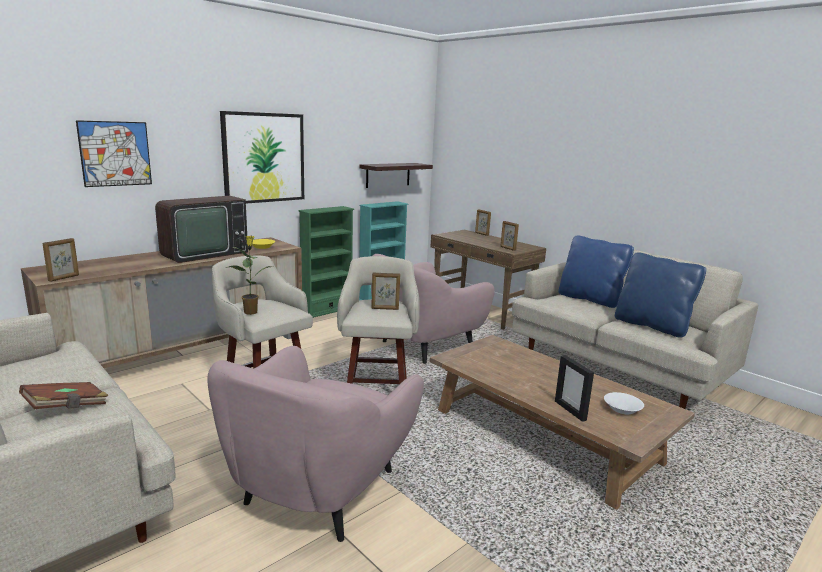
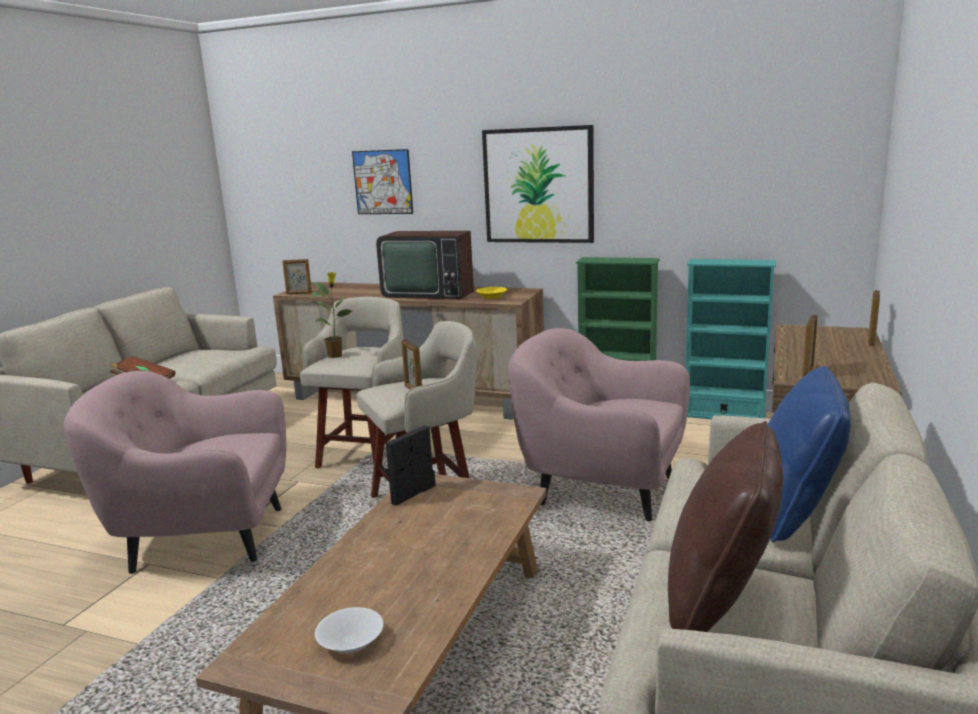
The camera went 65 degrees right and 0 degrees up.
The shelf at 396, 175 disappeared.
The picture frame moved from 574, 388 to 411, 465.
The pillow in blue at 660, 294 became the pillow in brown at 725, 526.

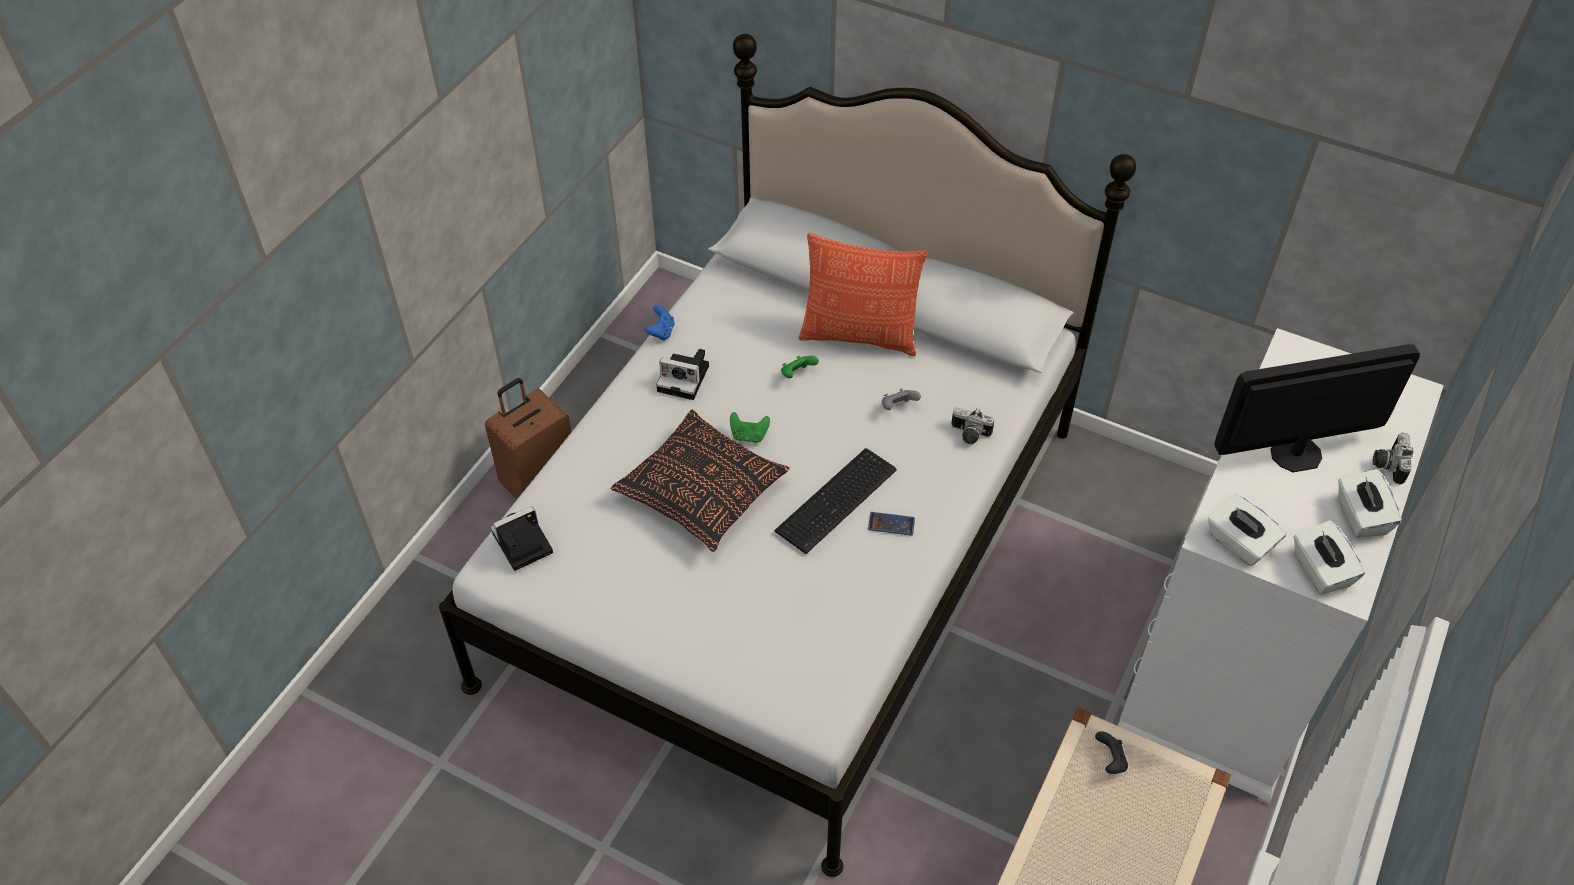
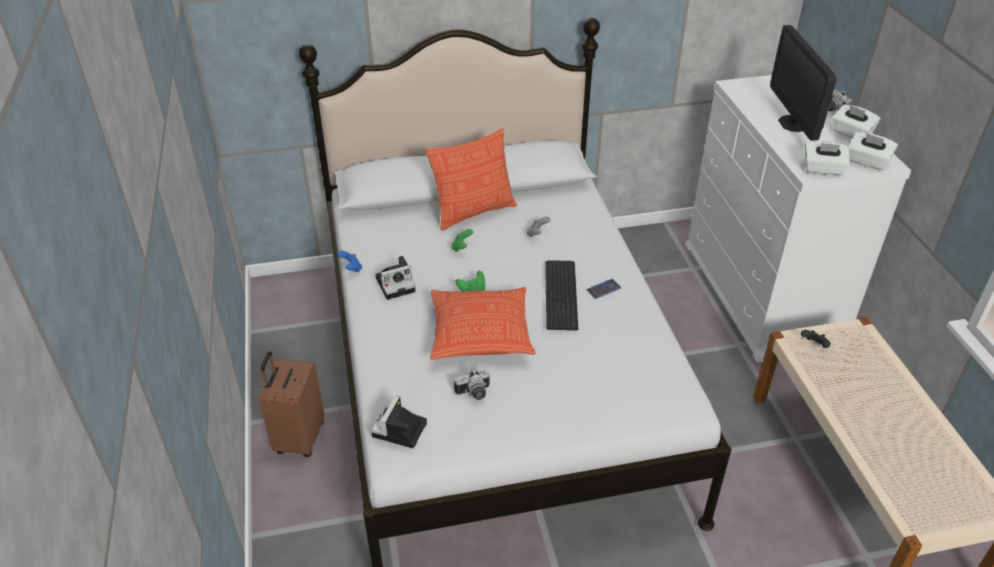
The camera went 40 degrees left and 10 degrees down.
The photo camera moved from 972, 425 to 472, 384.
The pillow in black at 700, 481 became the pillow in orange at 483, 323.
The monitor at 1317, 408 turned 45 degrees counterclockwise.

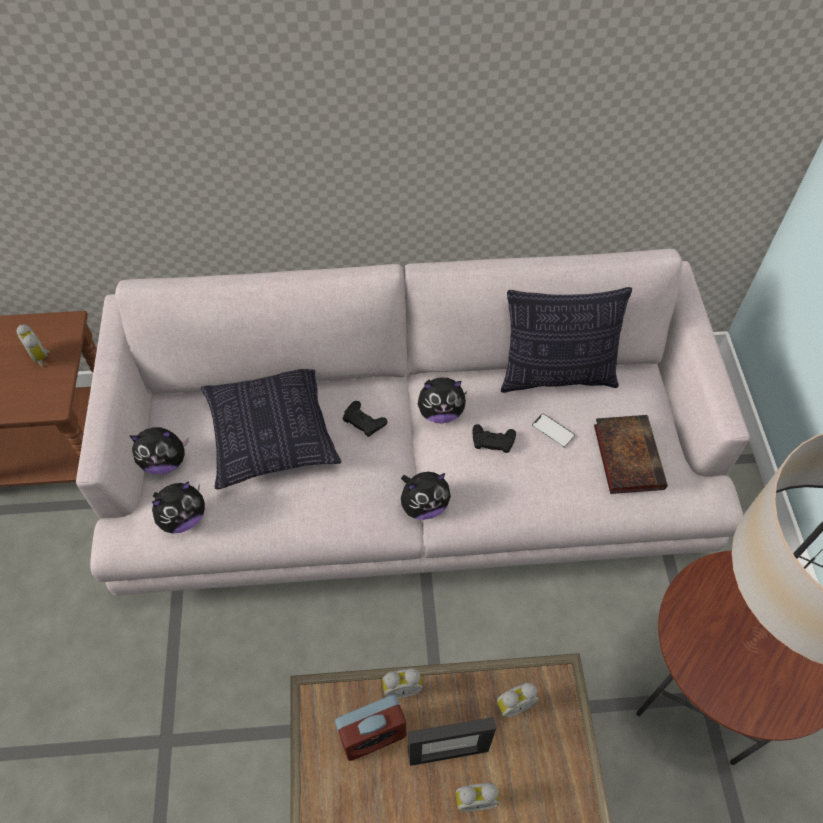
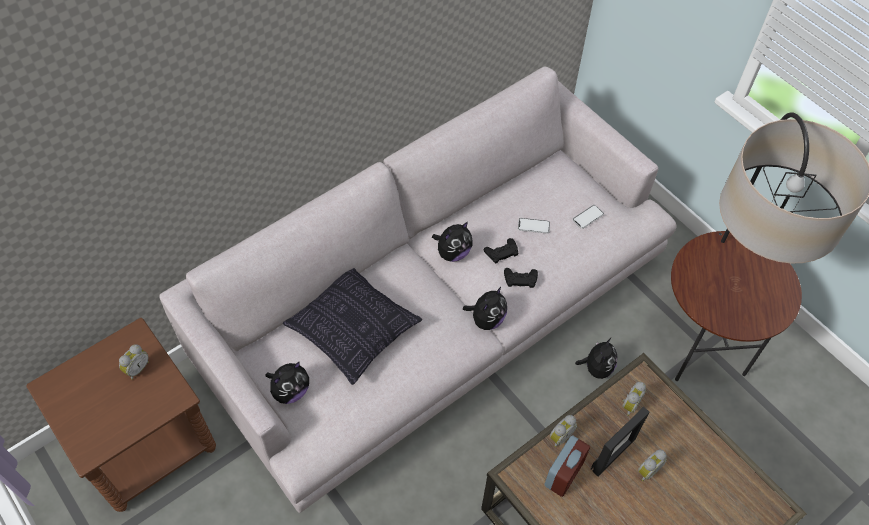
The camera went 35 degrees left and 0 degrees up.
The pillow at 566, 340 disappeared.
The plush toy moved from 178, 507 to 596, 358.
The game controller in black moved from 365, 419 to 521, 278.
The book at 631, 454 was replaced by the phone at 588, 217.
The alarm clock at 33, 345 turned 75 degrees counterclockwise.

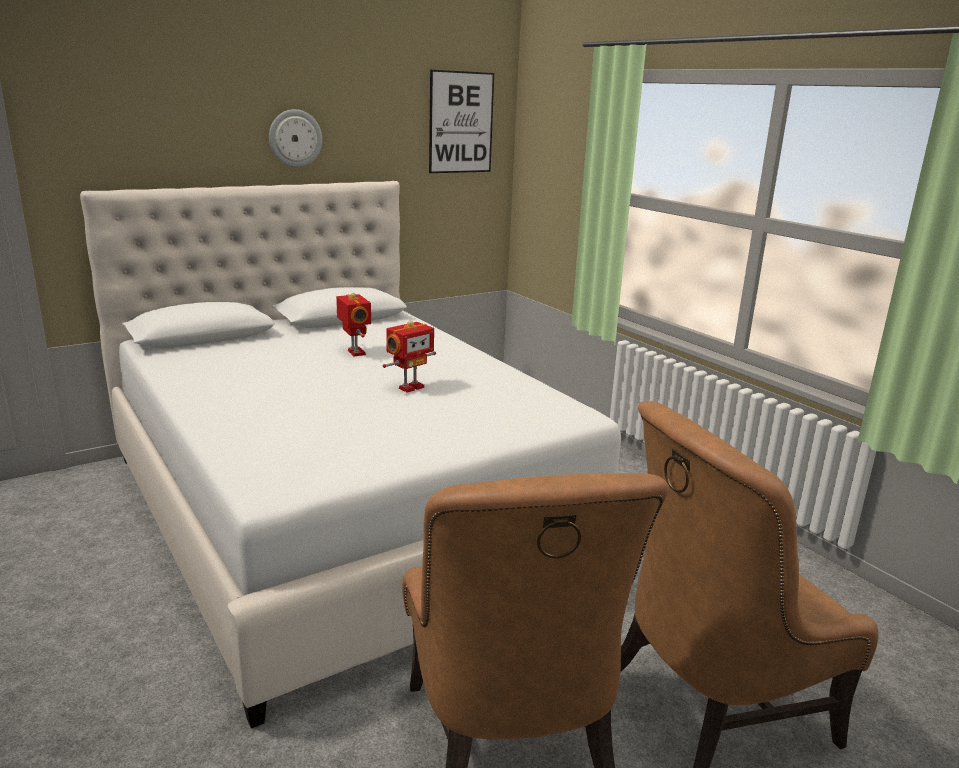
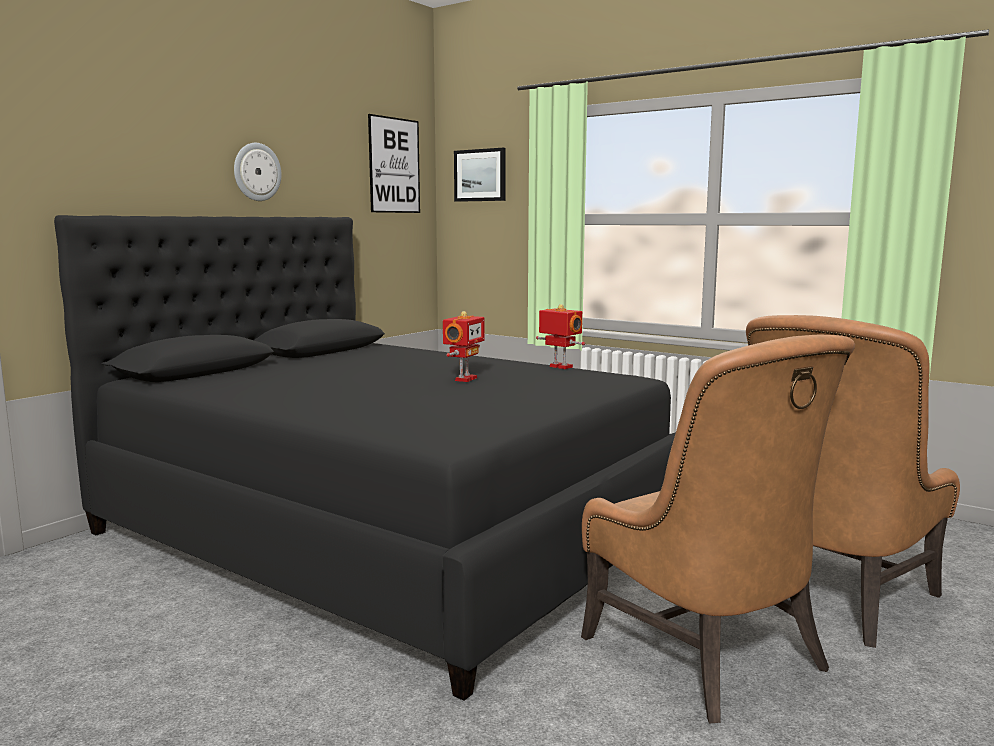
The camera went 20 degrees left and 10 degrees down.
The picture at 480, 175 appeared.
The toy robot moved from 353, 324 to 560, 336.
The bed in white at 350, 454 became the bed in black at 365, 458.

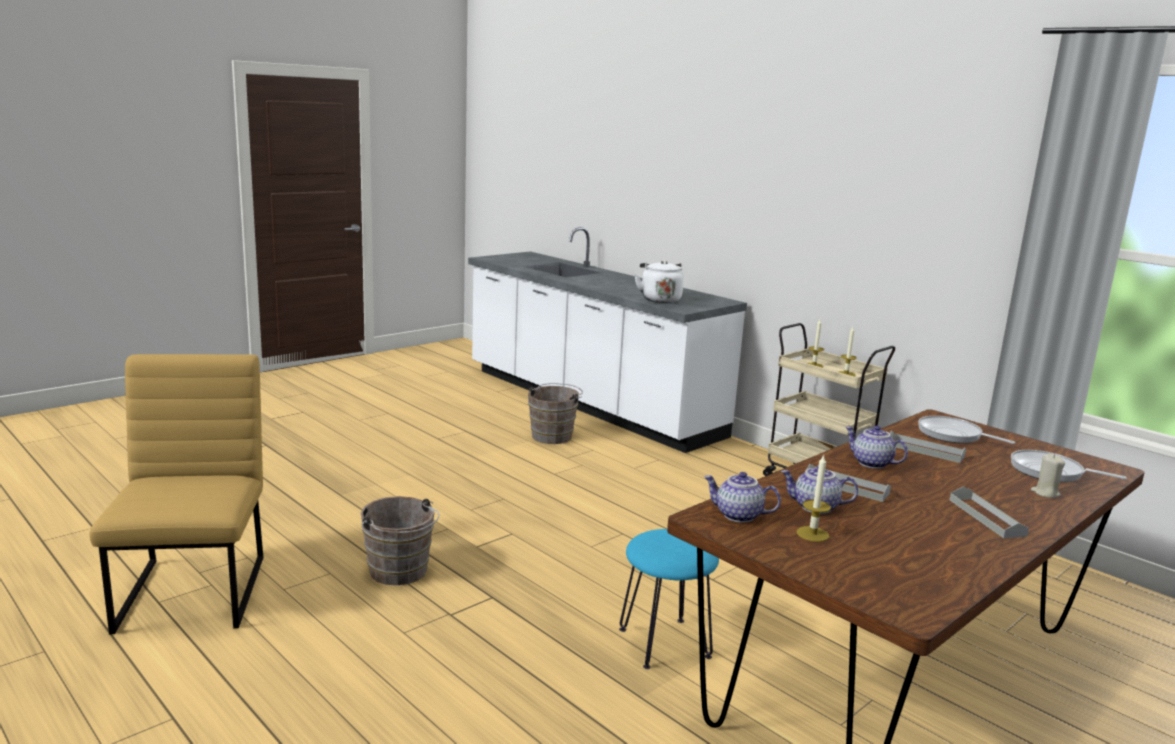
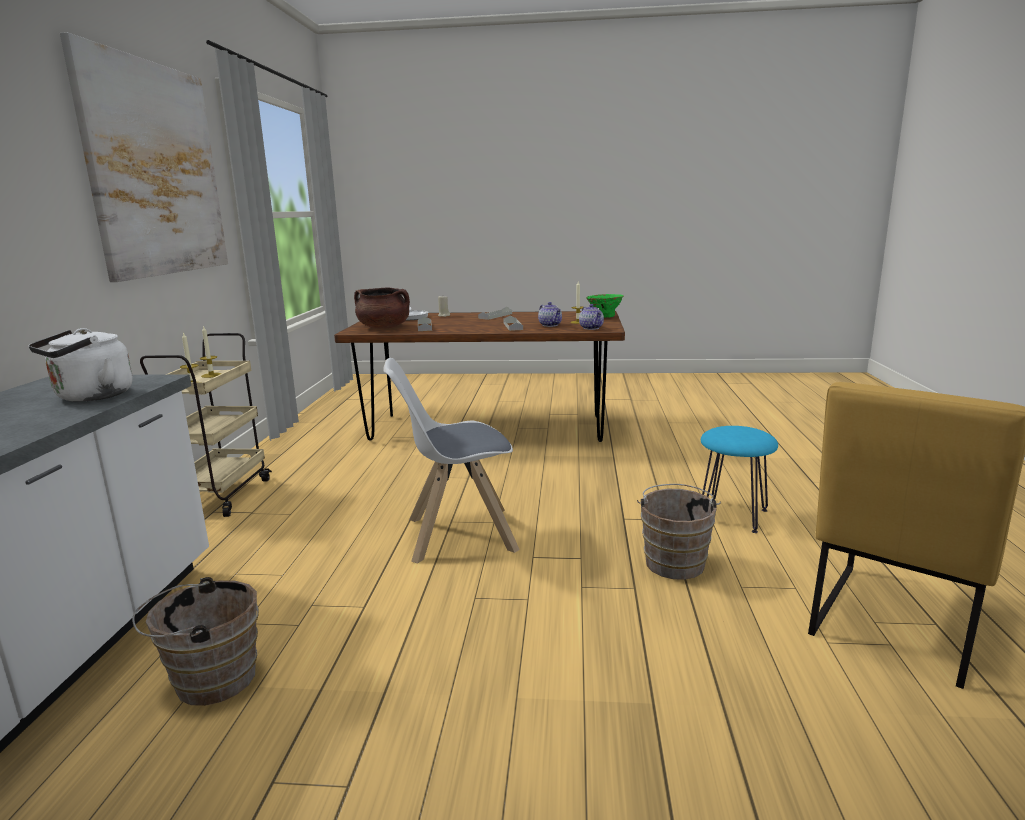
The camera went 130 degrees left and 0 degrees up.
The teapot at 876, 447 disappeared.
The picture at 144, 157 appeared.
The chair at 451, 460 appeared.
The vase in green at 605, 306 appeared.
The stool in turquoise moved from 669, 599 to 739, 479.
The frying pan at 966, 430 was replaced by the cooking pot in brown at 382, 308.

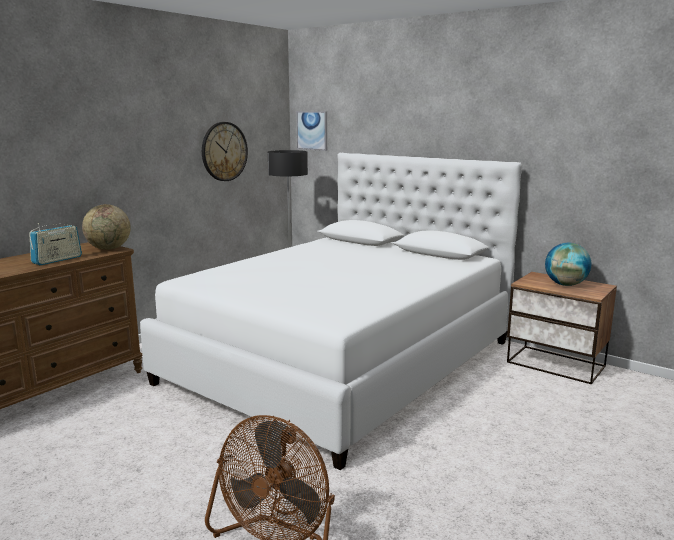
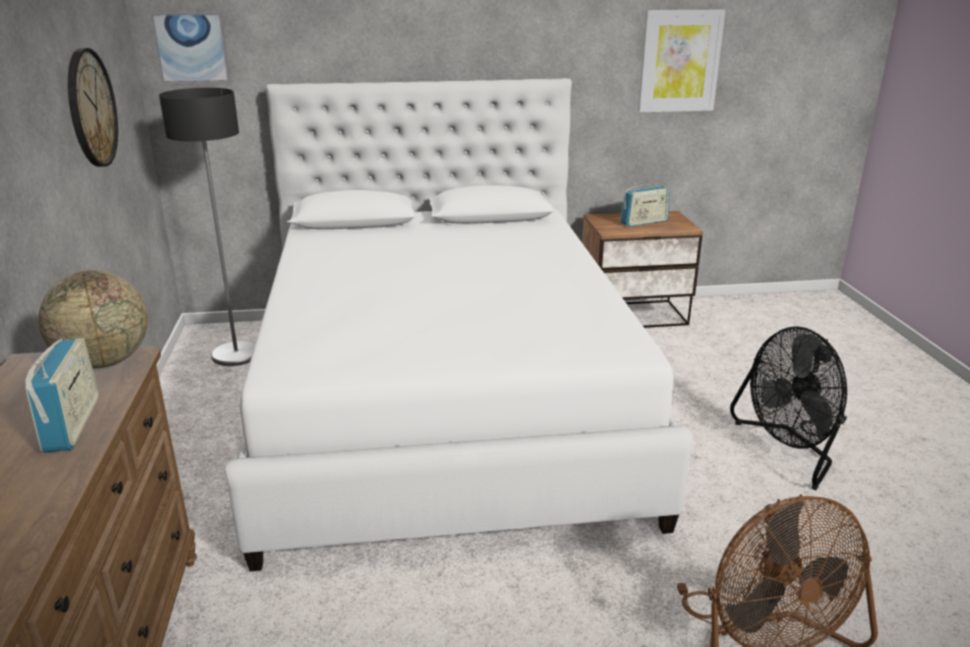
The camera went 45 degrees left and 10 degrees up.
The picture at 682, 60 appeared.
The fan in black at 788, 408 appeared.
The globe at 568, 264 was replaced by the radio at 645, 205.

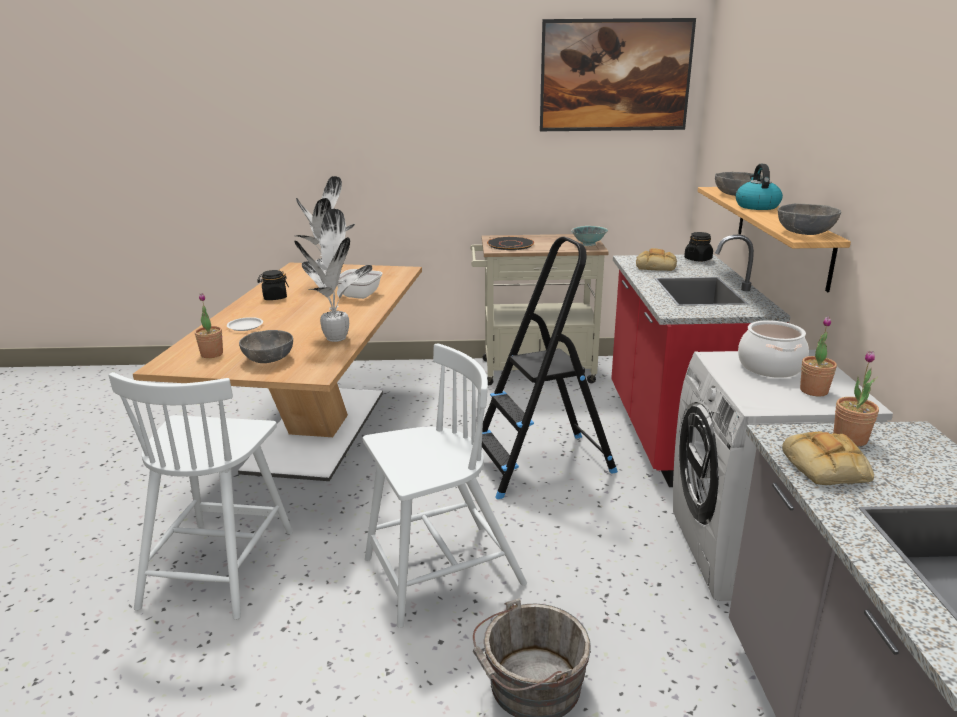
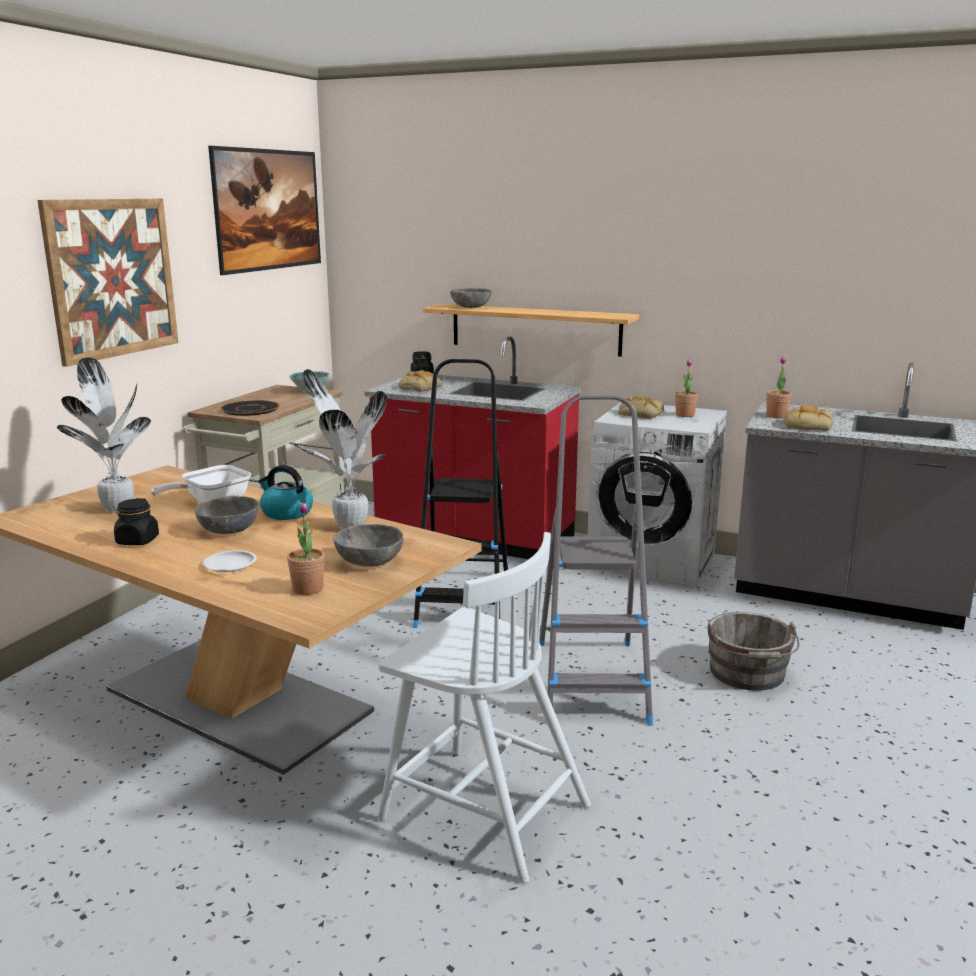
The camera went 65 degrees left and 5 degrees down.
The picture at 108, 283 appeared.
The kettle moved from 759, 187 to 285, 492.
The bowl in grey moved from 809, 219 to 227, 515.
The chair in white at 445, 485 was replaced by the step ladder in grey at 596, 560.
The cooking pot at 773, 349 was replaced by the bread at 641, 407.

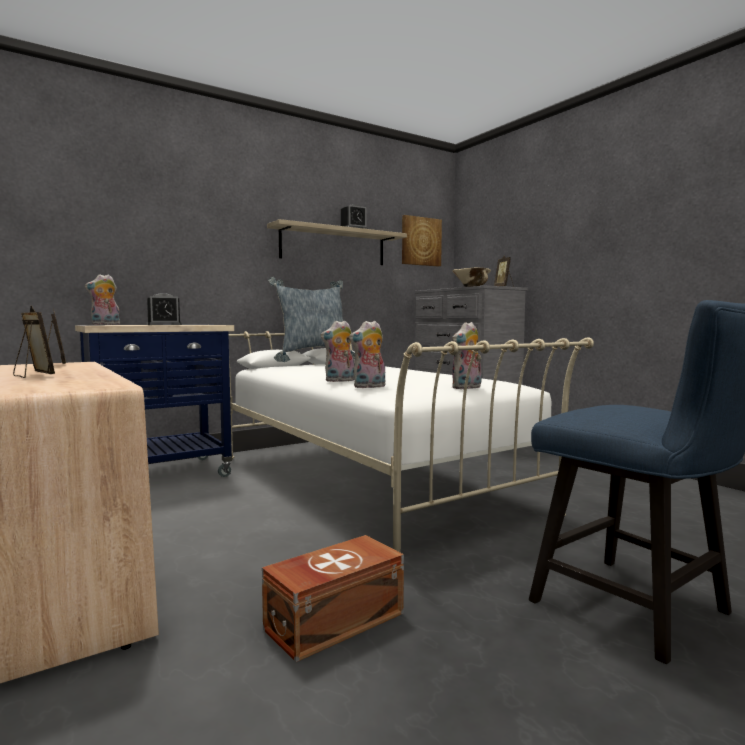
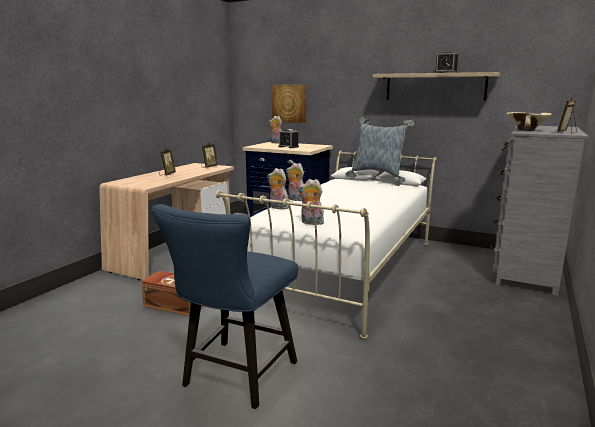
The camera went 60 degrees right and 10 degrees up.
The picture moved from 422, 240 to 289, 104.

